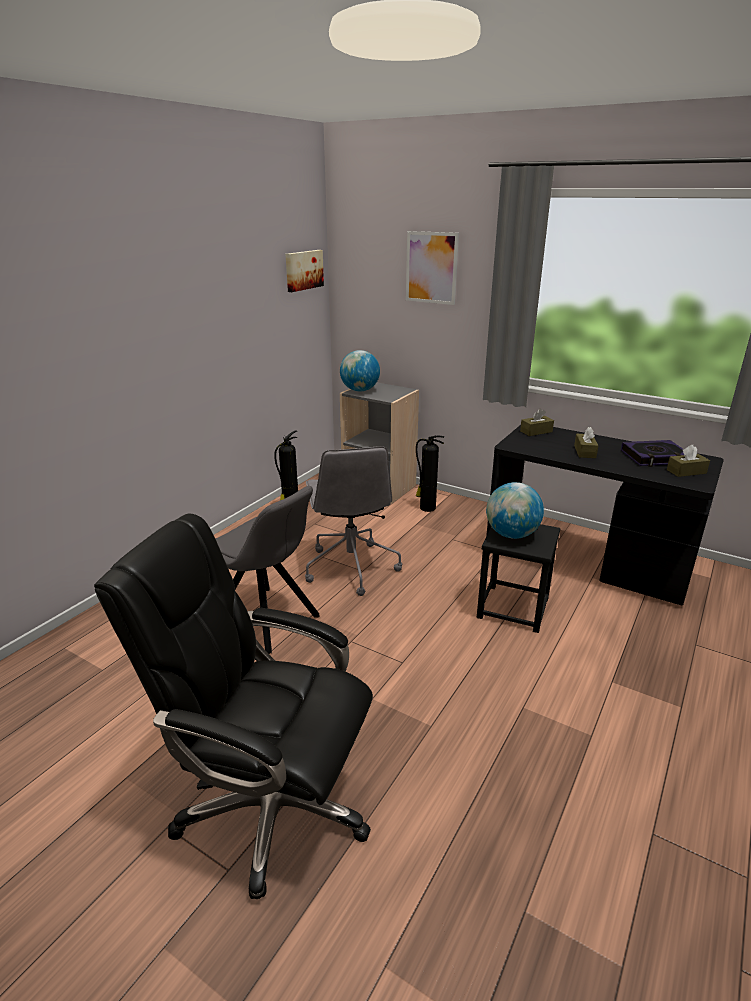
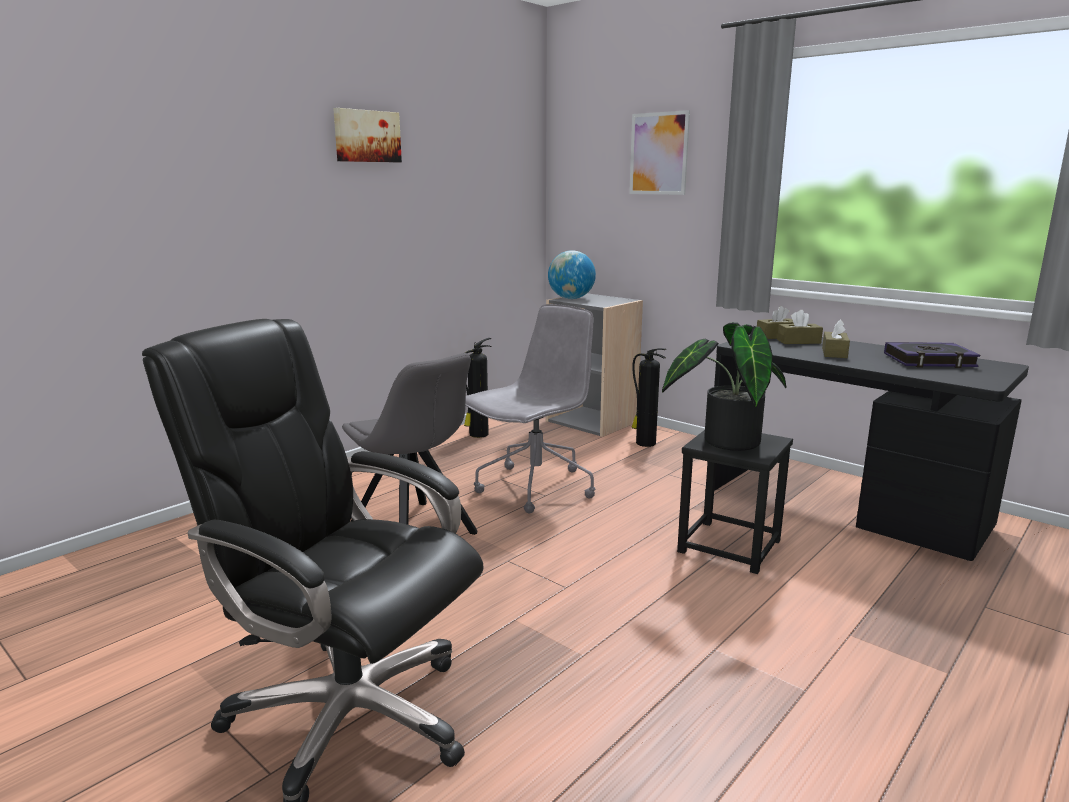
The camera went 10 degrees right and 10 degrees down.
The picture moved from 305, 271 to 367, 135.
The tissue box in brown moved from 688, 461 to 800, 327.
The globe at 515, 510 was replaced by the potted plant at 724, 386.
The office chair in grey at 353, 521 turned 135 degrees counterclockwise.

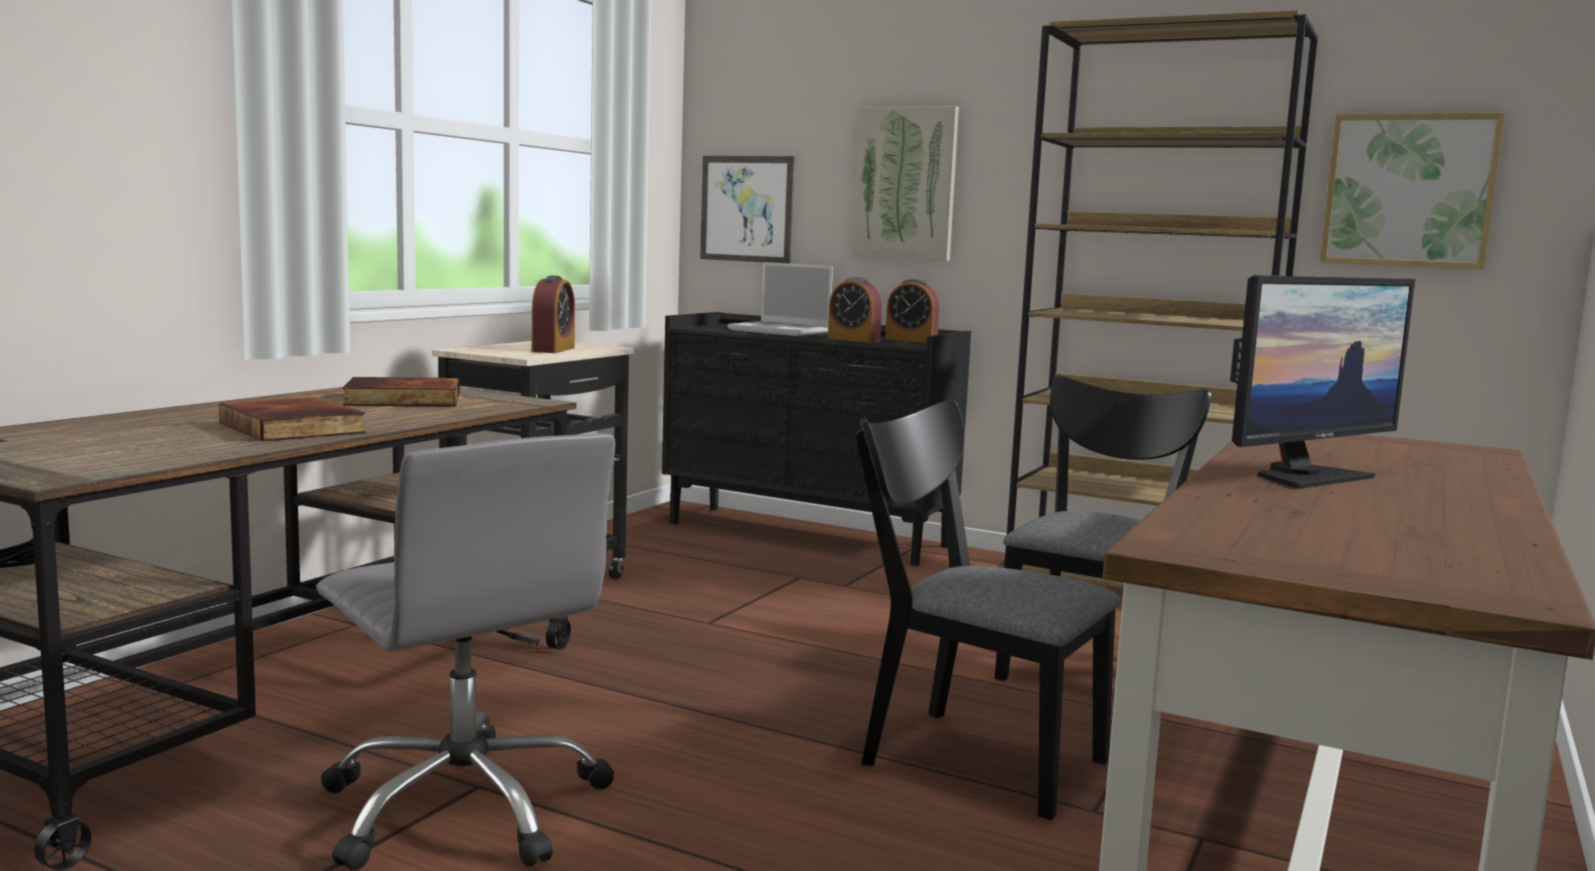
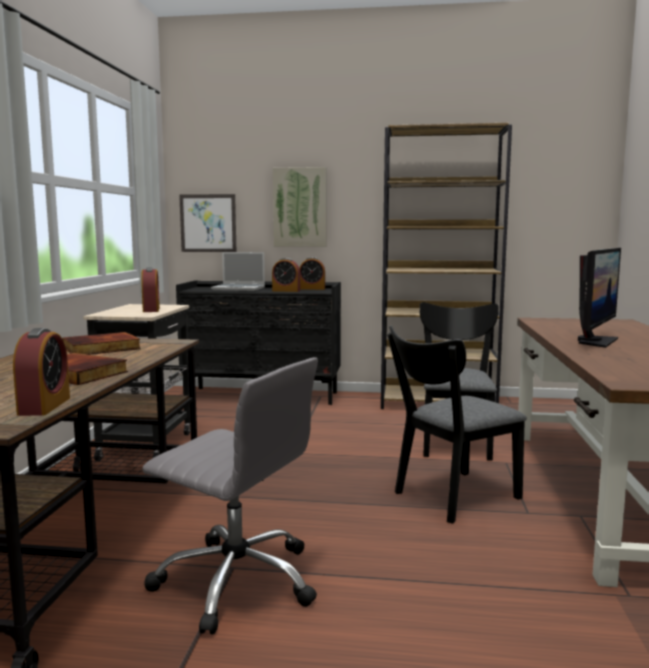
The camera went 20 degrees left and 0 degrees up.
The picture at 1412, 191 disappeared.
The alarm clock at 41, 372 appeared.
The chair in black at 988, 610 turned 45 degrees counterclockwise.

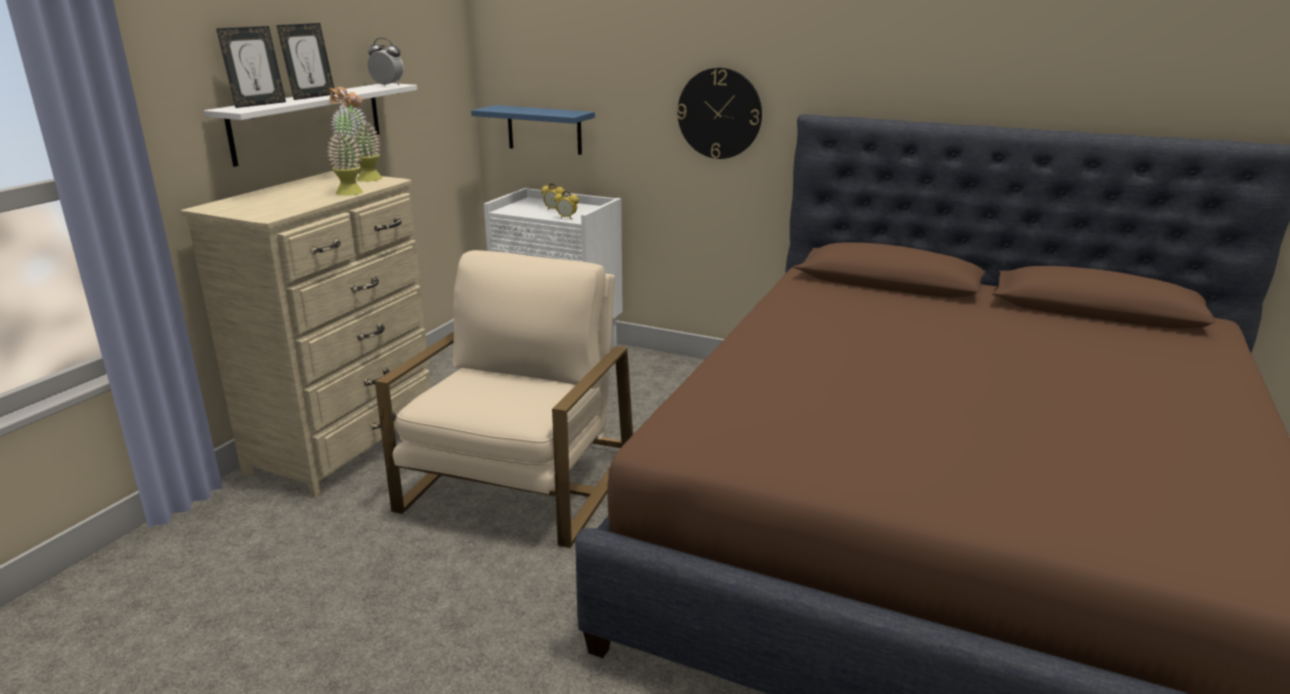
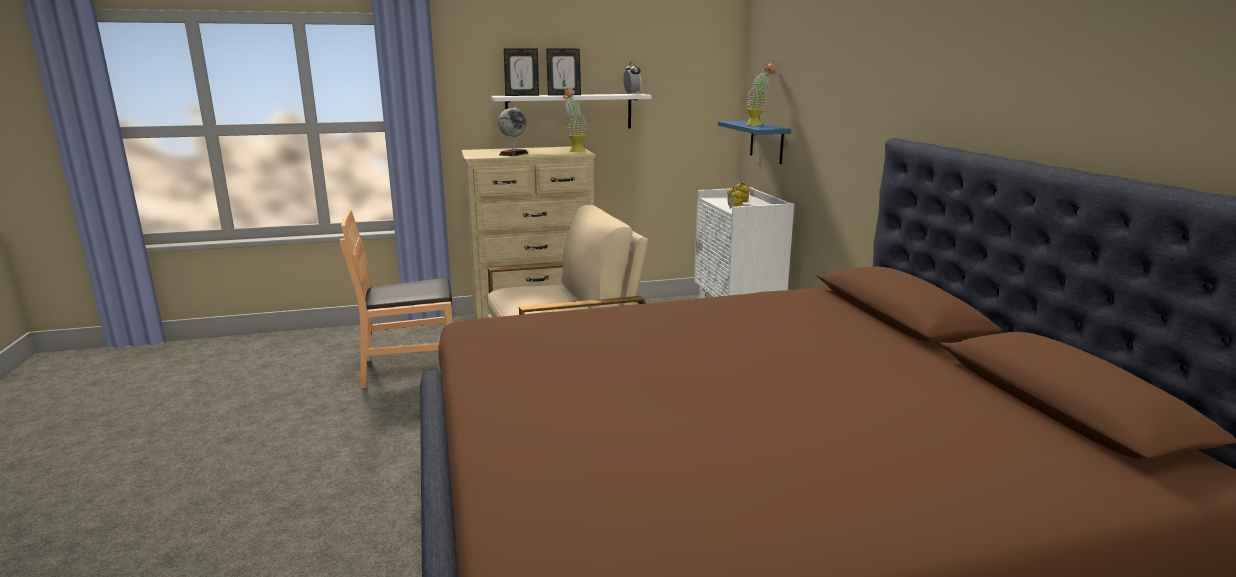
The camera went 50 degrees right and 5 degrees down.
The wall clock at 719, 113 disappeared.
The chair in brown at 396, 299 appeared.
The globe at 513, 131 appeared.
The potted plant moved from 344, 144 to 760, 94.

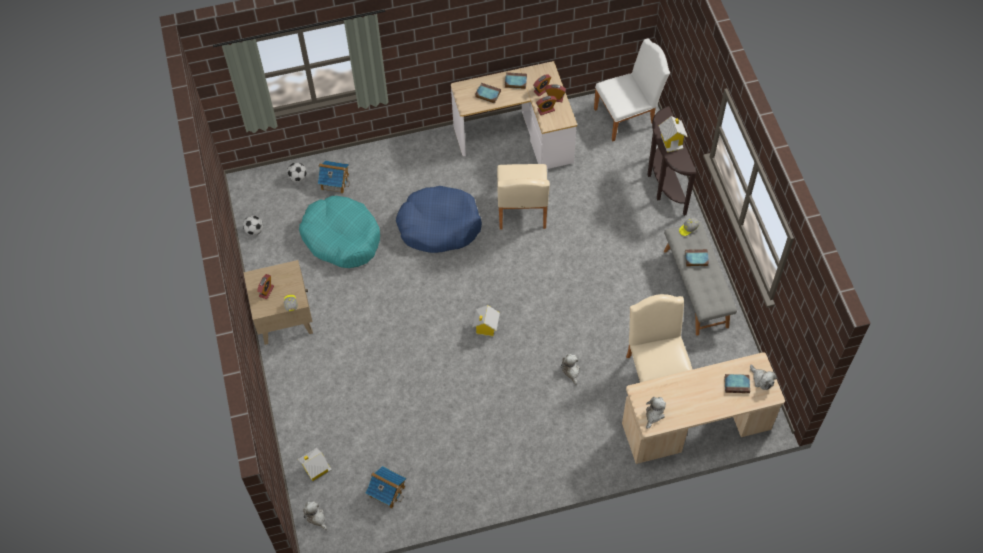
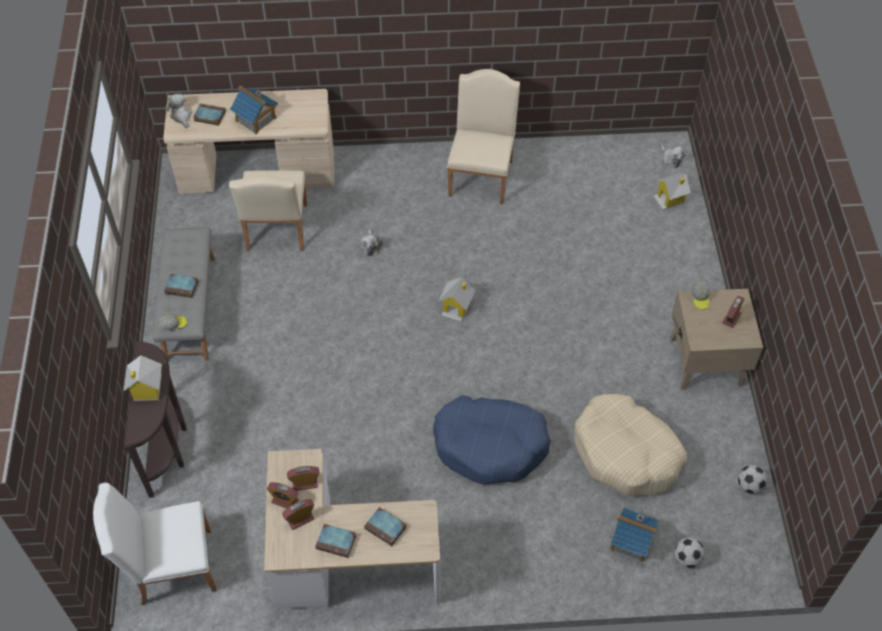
The camera went 170 degrees left and 5 degrees down.
The plush toy at 656, 413 disappeared.
The toy house moved from 386, 487 to 254, 110.
The chair in beige moved from 523, 196 to 483, 136.
The dog bed in turquoise at 339, 232 became the dog bed in beige at 630, 445.

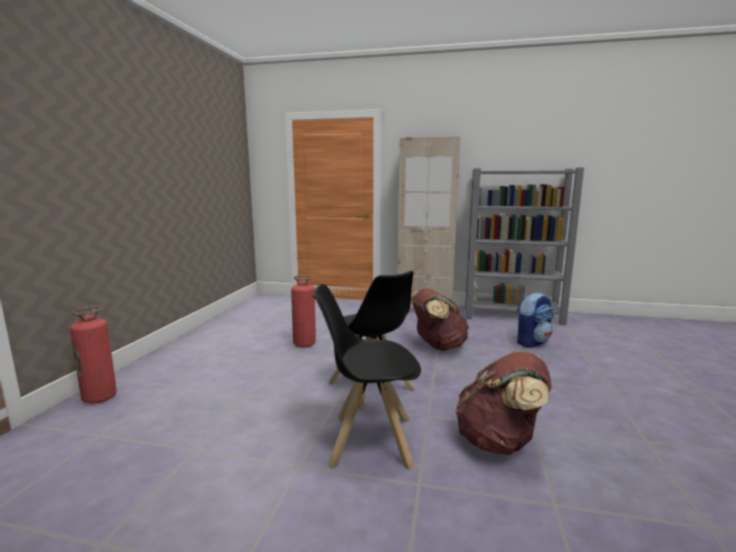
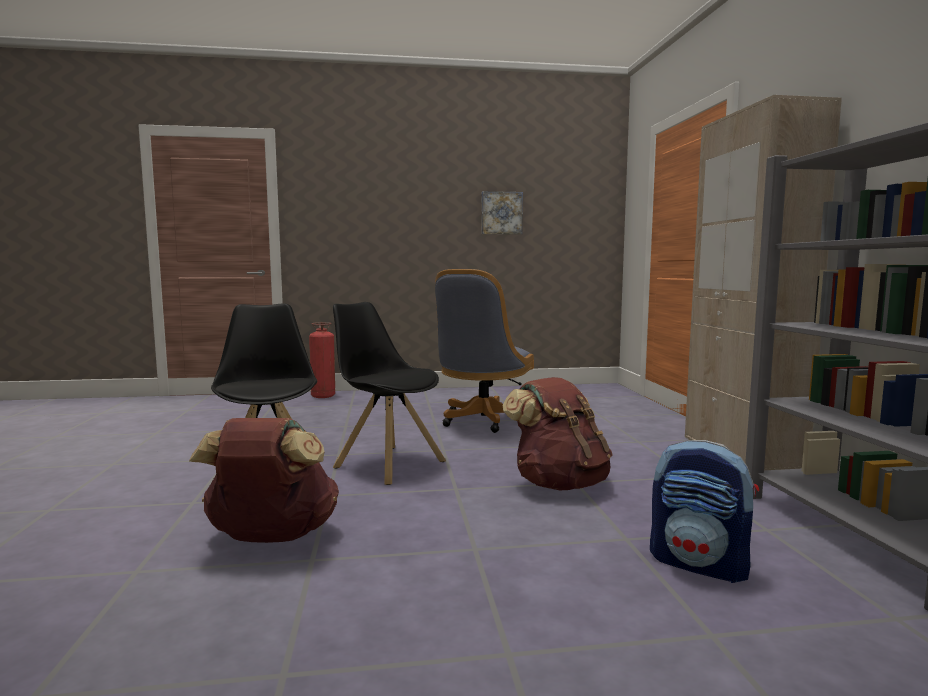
The camera went 70 degrees right and 5 degrees down.
The picture at 502, 213 appeared.
The fire extinguisher at 303, 311 was replaced by the office chair in blue at 484, 351.
The chair in black at 371, 339 turned 90 degrees clockwise.

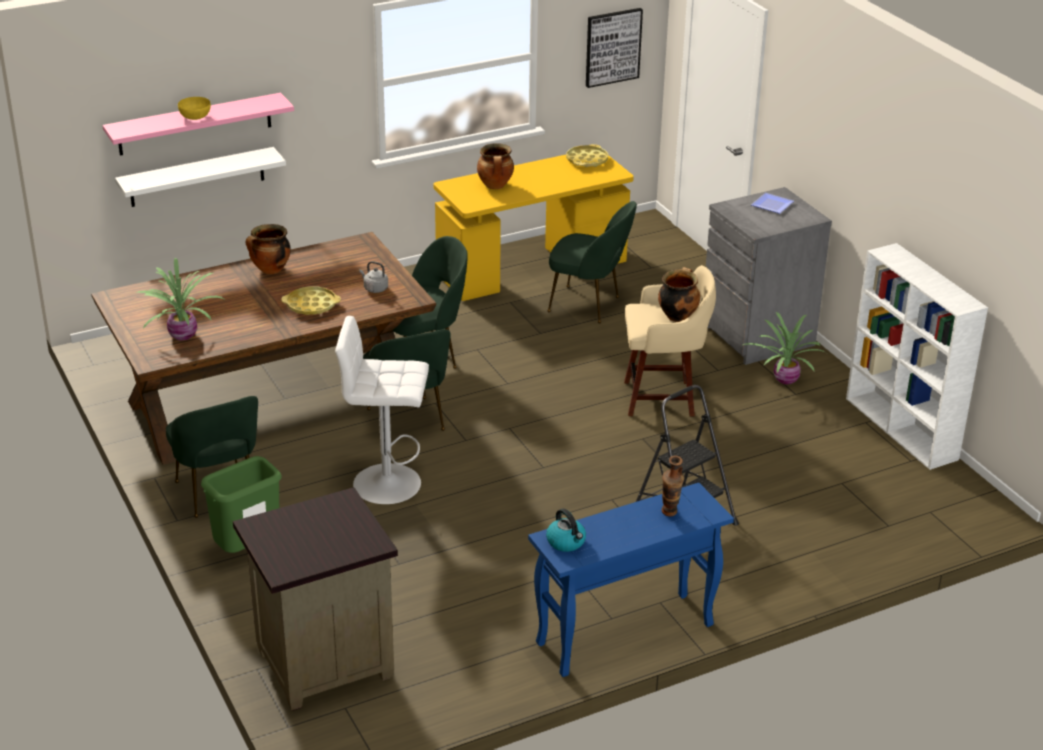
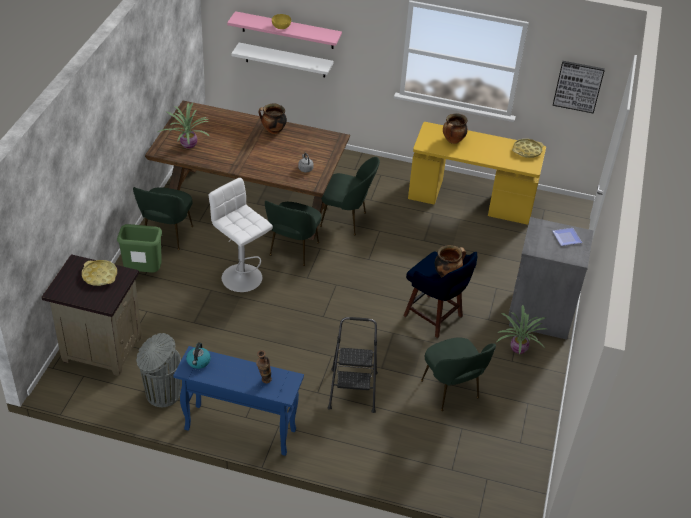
The camera went 40 degrees right and 10 degrees up.
The bookcase in white at 917, 356 disappeared.
The trash can in grey at 158, 370 appeared.
The tray in yellow moved from 311, 300 to 99, 273.
The chair in green moved from 592, 262 to 458, 374.
The stool in beige at 670, 340 became the stool in blue at 440, 294.

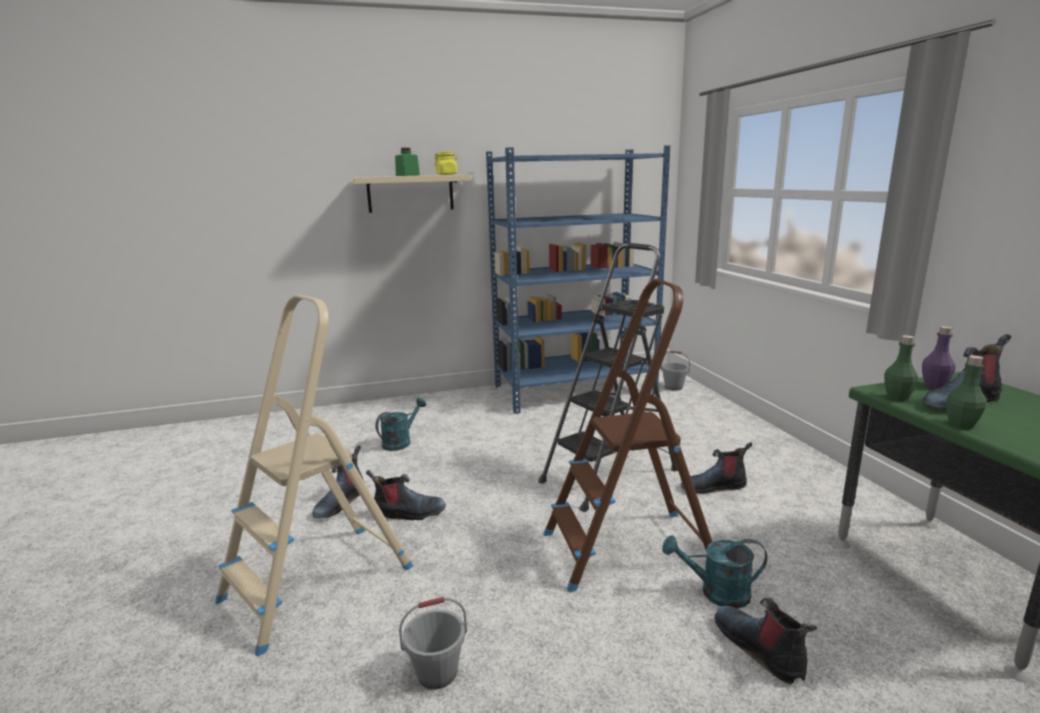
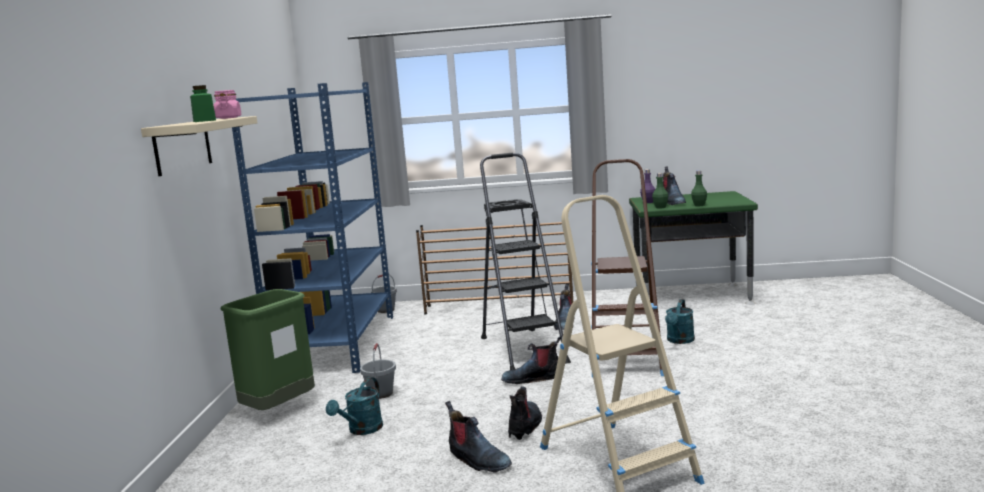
The camera went 70 degrees left and 5 degrees down.
The trash can in green at 268, 349 appeared.
The shoe rack in brown at 494, 268 appeared.
The bucket in grey moved from 433, 643 to 378, 371.
The boot moved from 766, 641 to 531, 359.
The jar in yellow at 446, 163 became the jar in pink at 227, 104.
The watering can in turquoise at 401, 424 turned 120 degrees counterclockwise.

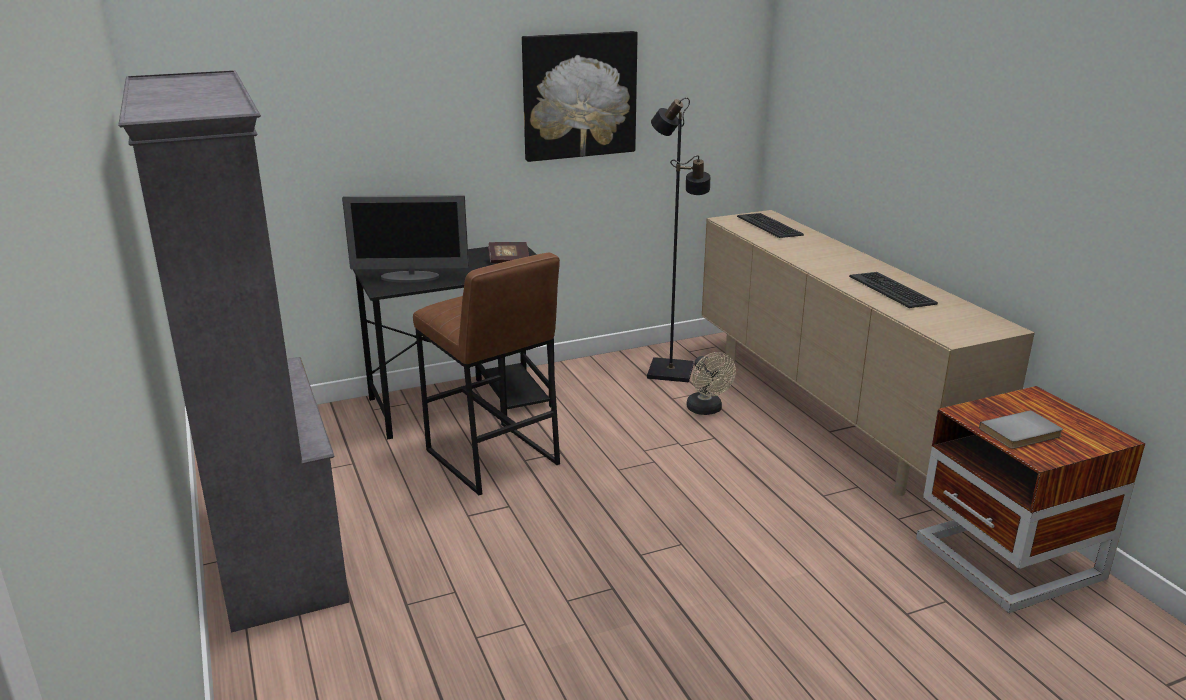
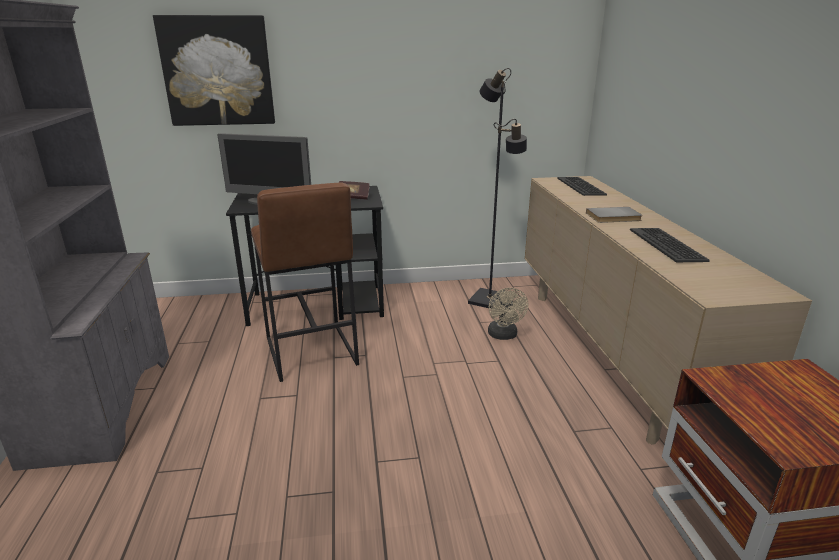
The camera went 15 degrees right and 0 degrees up.
The picture moved from 580, 96 to 214, 70.
The book in grey moved from 1021, 429 to 614, 215.

